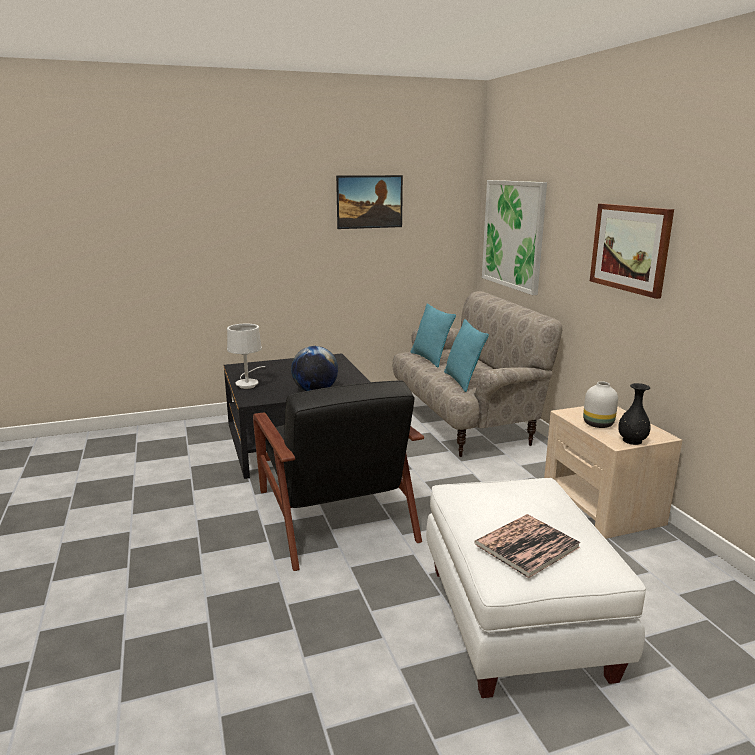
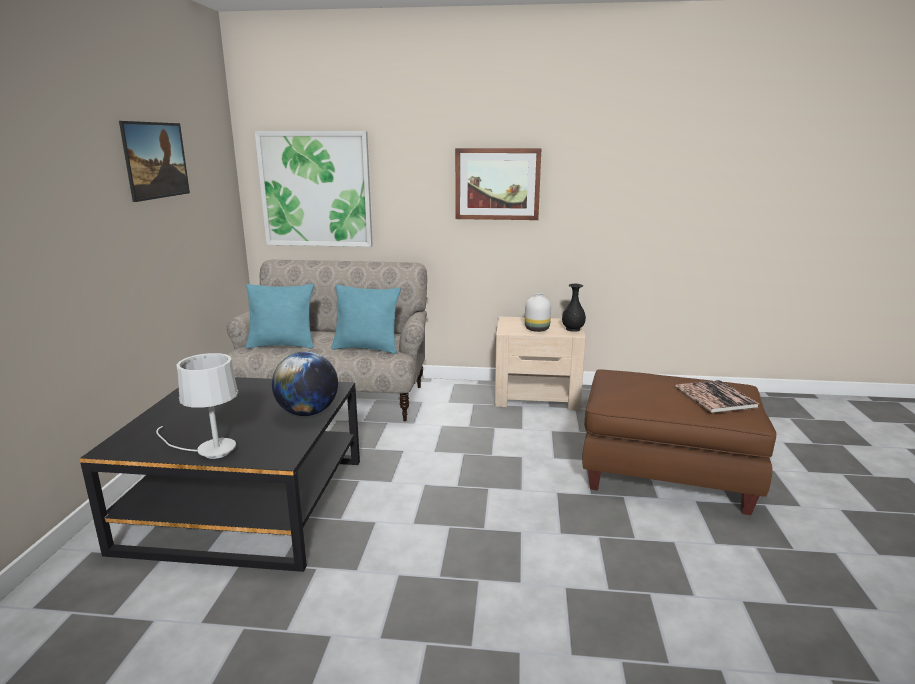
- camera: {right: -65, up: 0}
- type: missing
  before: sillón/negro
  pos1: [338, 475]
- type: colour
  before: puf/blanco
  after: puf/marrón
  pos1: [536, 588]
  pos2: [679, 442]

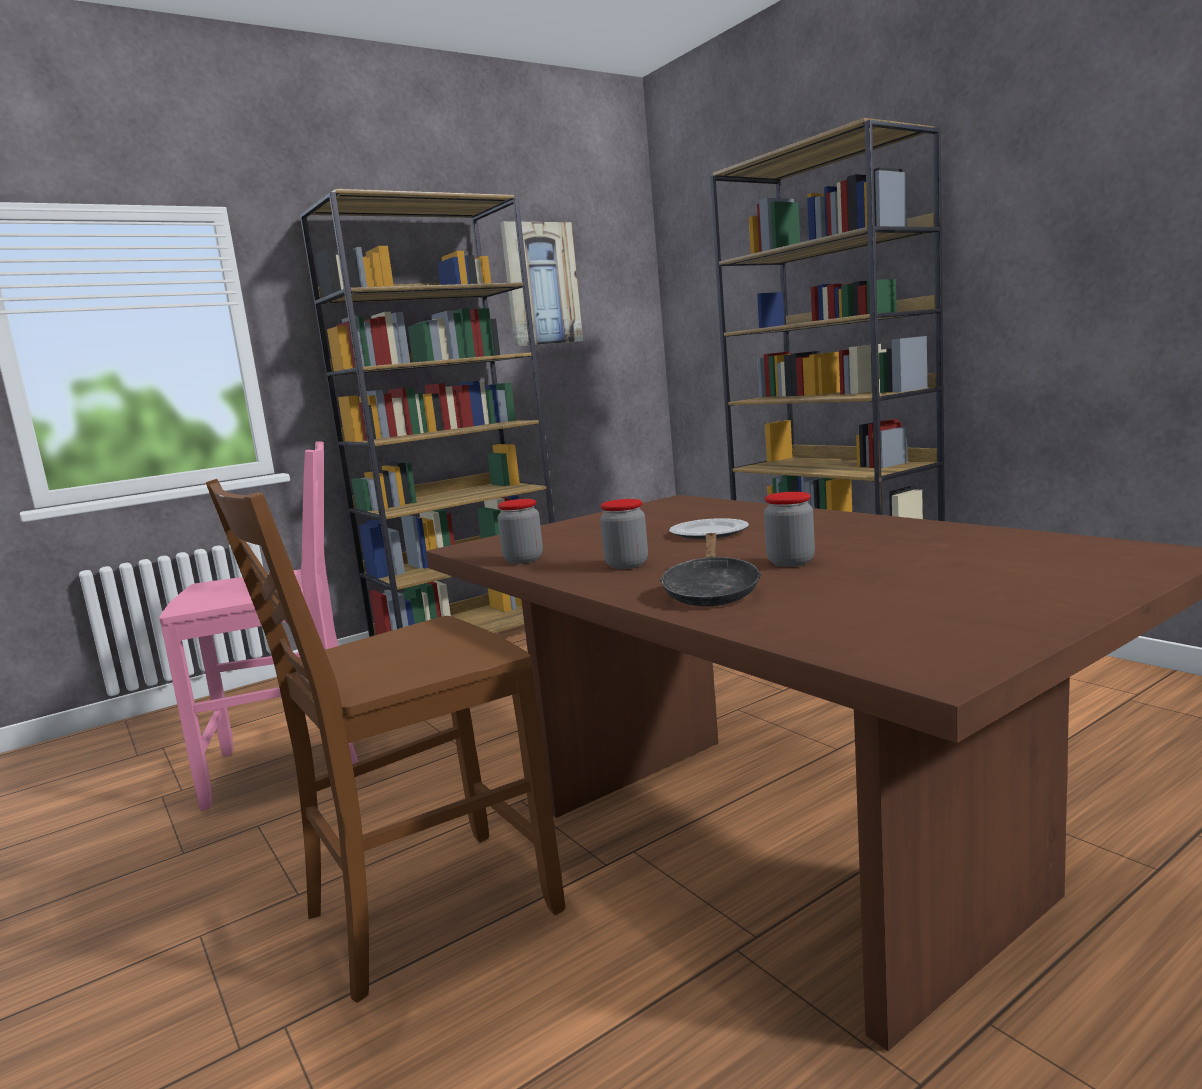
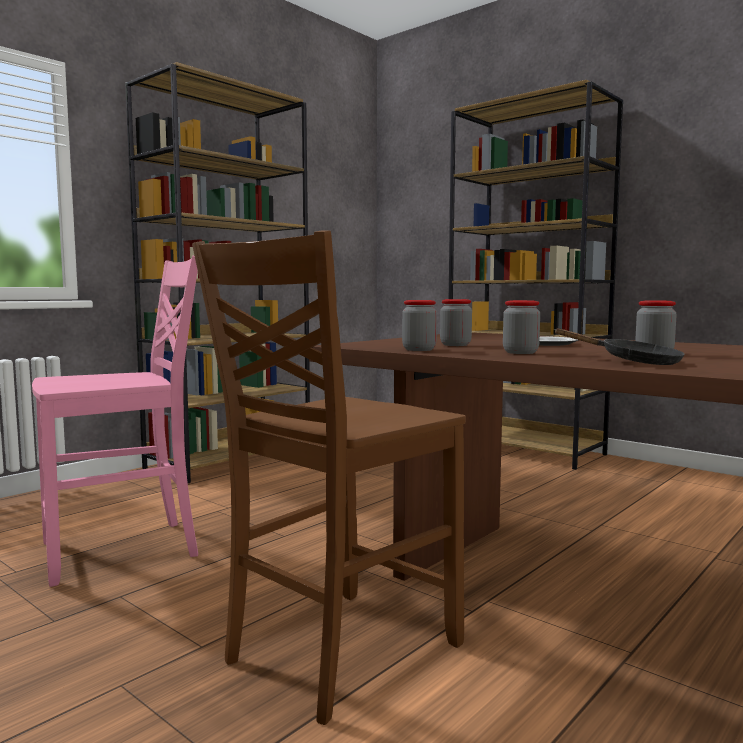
- camera: {right: -15, up: -5}
- type: missing
  before: cuadro
  pos1: [541, 284]
- type: spun
  before: sartén/negro
  pos1: [711, 569]
  pos2: [619, 346]
  turn: -45
- type: appeared
  after: tarro
  pos2: [456, 322]

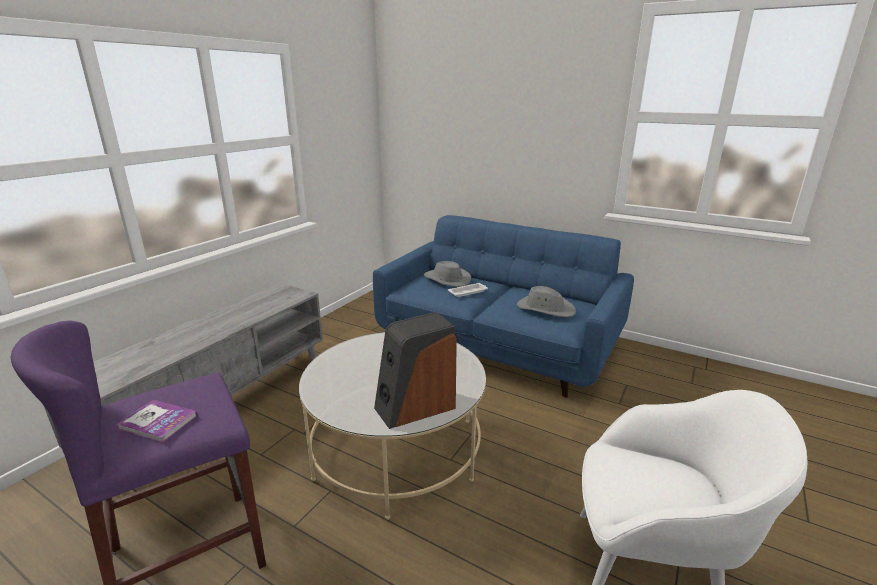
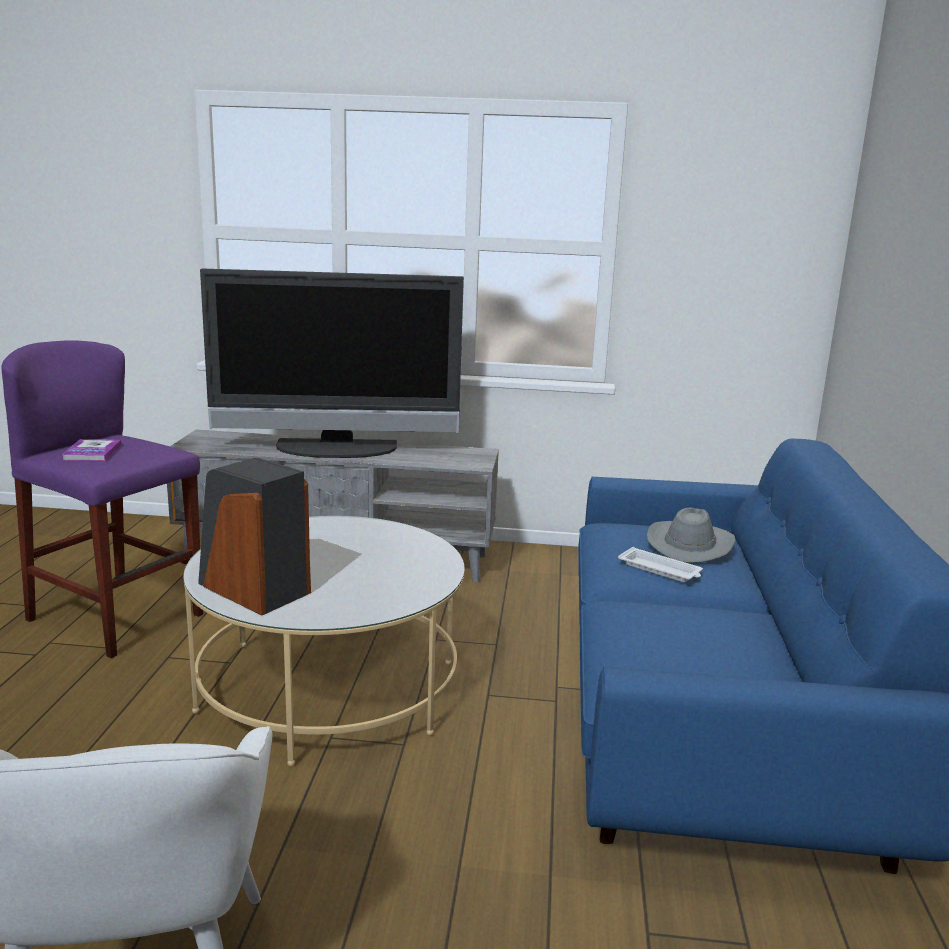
- camera: {right: 65, up: -5}
- type: missing
  before: sombrero/gris
  pos1: [546, 301]
- type: appeared
  after: televisor
  pos2: [332, 363]

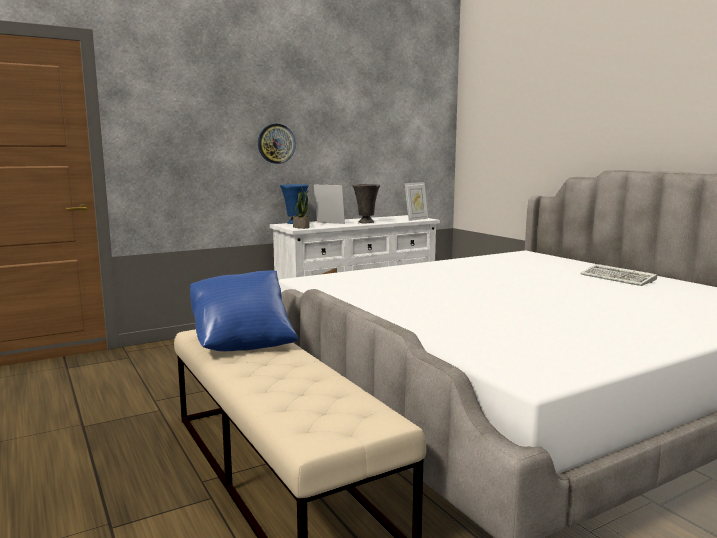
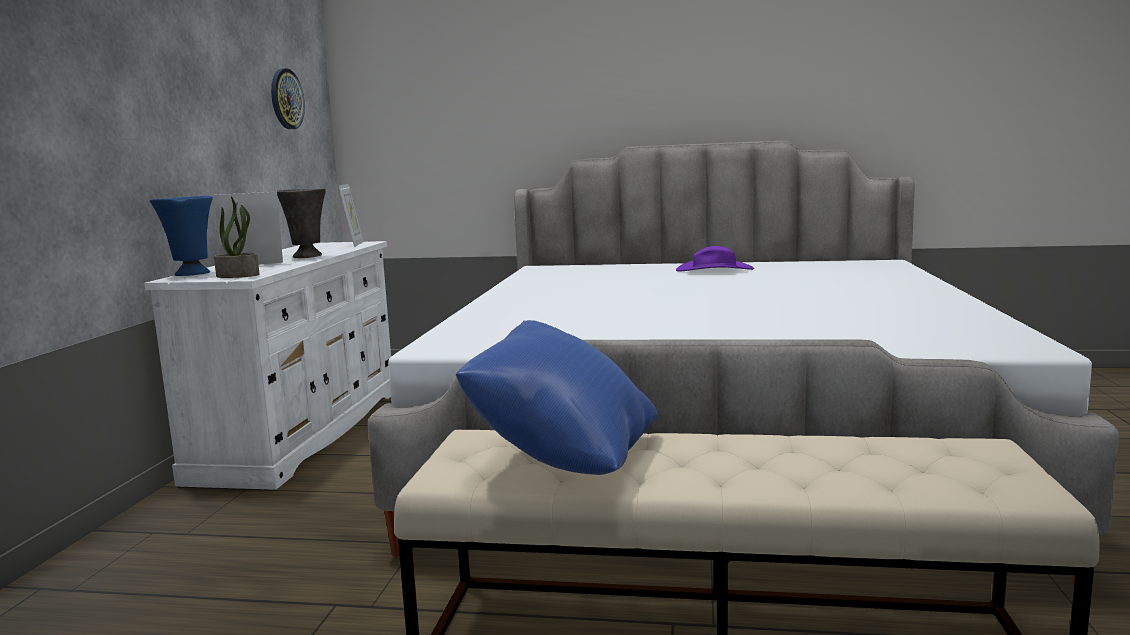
- camera: {right: -50, up: 0}
- type: relocated
  before: reloj de pared
  pos1: [277, 144]
  pos2: [288, 98]
- type: exchanged
  before: teclado
  after: sombrero/morado
  pos1: [618, 275]
  pos2: [715, 259]

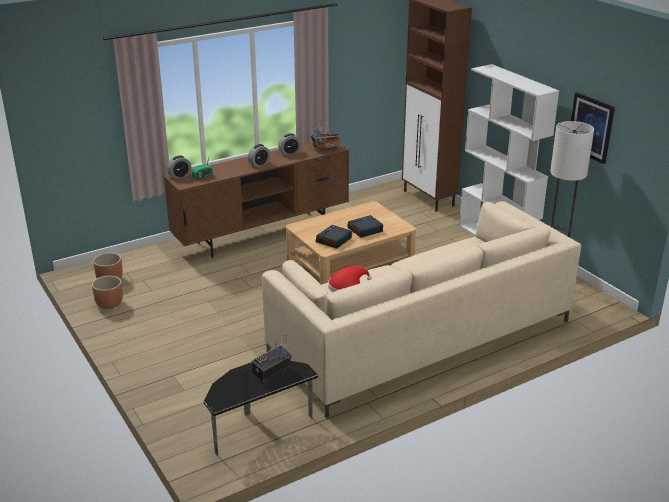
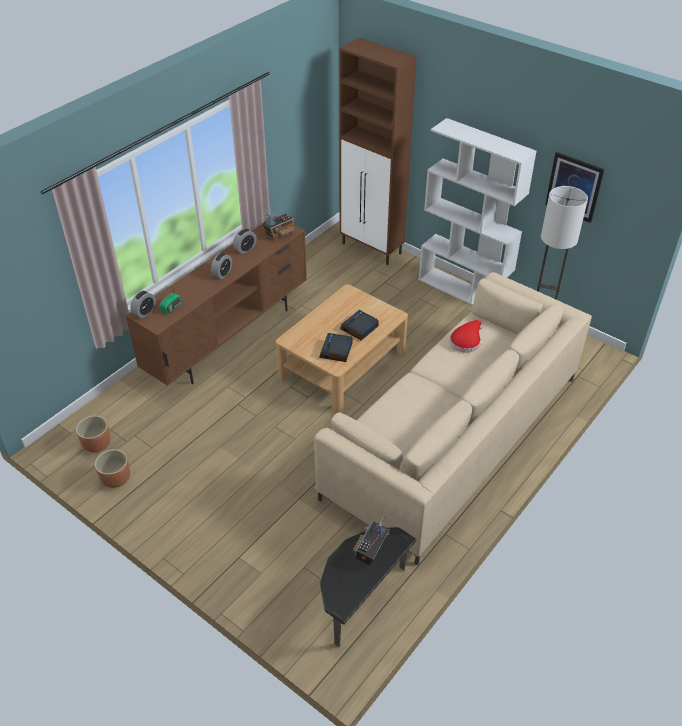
- camera: {right: -20, up: 15}
- type: relocated
  before: sombrero/rojo
  pos1: [350, 279]
  pos2: [466, 336]

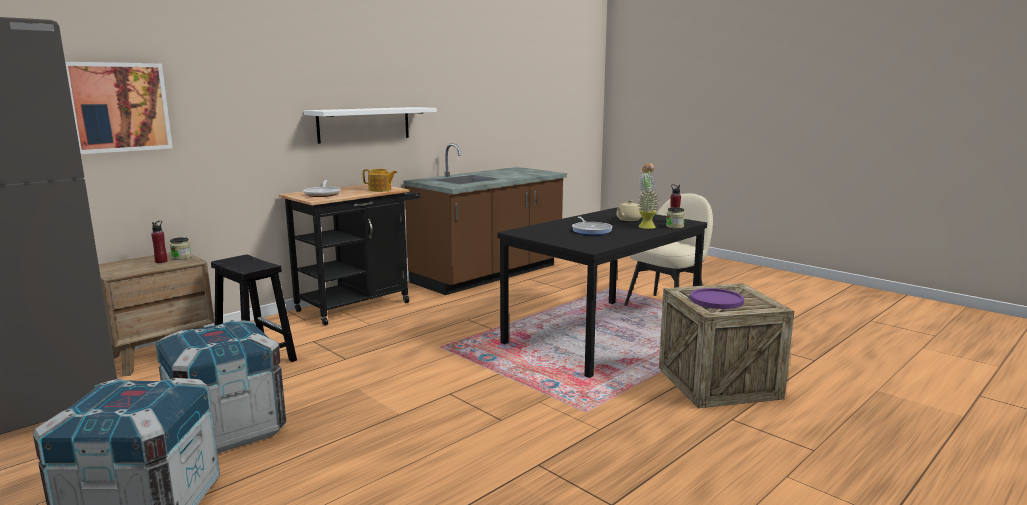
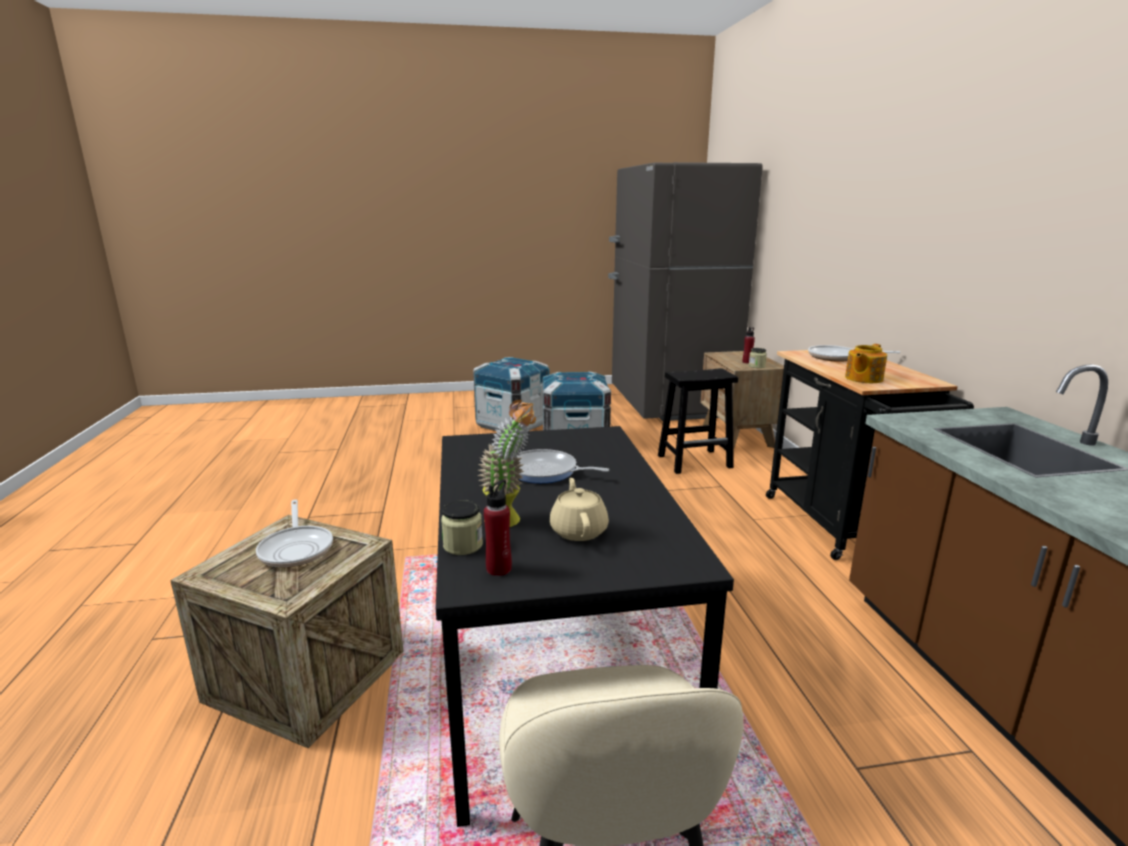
- camera: {right: 125, up: 5}
- type: missing
  before: cuadro
  pos1: [119, 108]
- type: missing
  before: estante/blanco
  pos1: [370, 125]
- type: exchanged
  before: plato/morado
  after: sartén
  pos1: [717, 298]
  pos2: [294, 534]

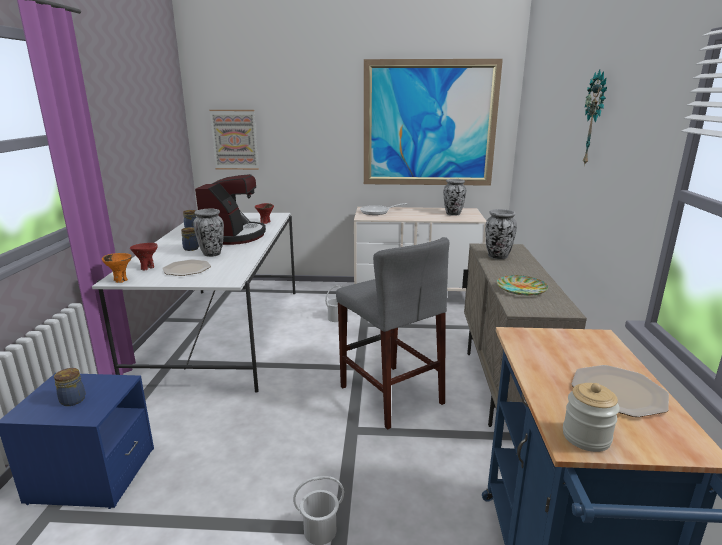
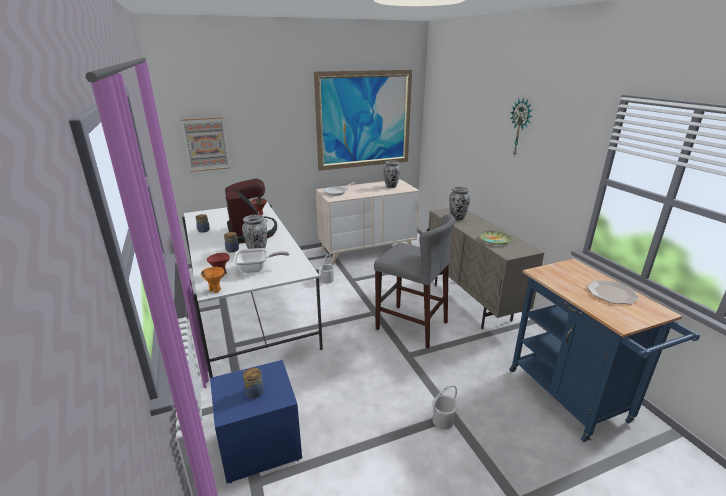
- camera: {right: -25, up: 5}
- type: exchanged
  before: plato
  after: sartén
  pos1: [186, 267]
  pos2: [261, 260]
- type: missing
  before: tarro
  pos1: [591, 417]

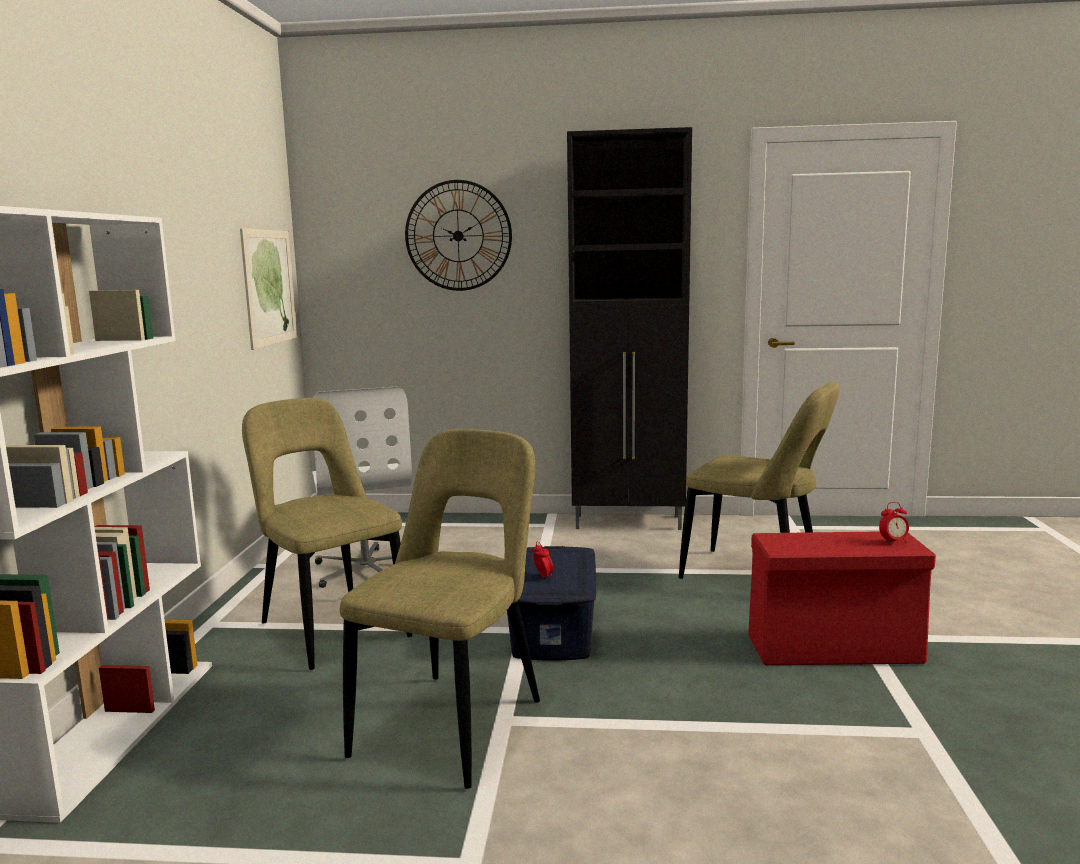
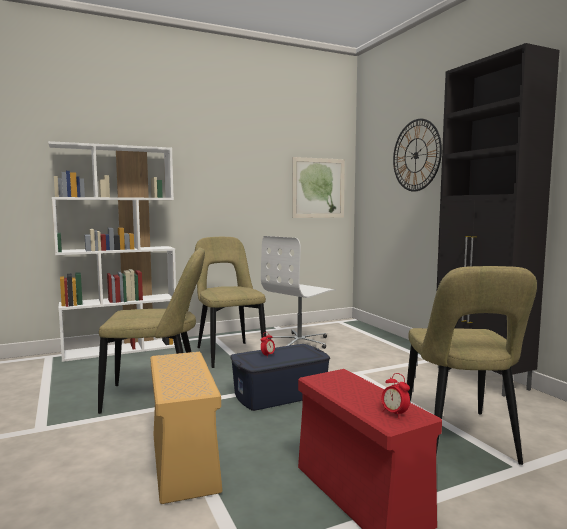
- camera: {right: 60, up: -5}
- type: spun
  before: silla/beis
  pos1: [327, 534]
  pos2: [230, 302]
  turn: -45
- type: appeared
  after: caja de almacenaje/beis
  pos2: [186, 428]

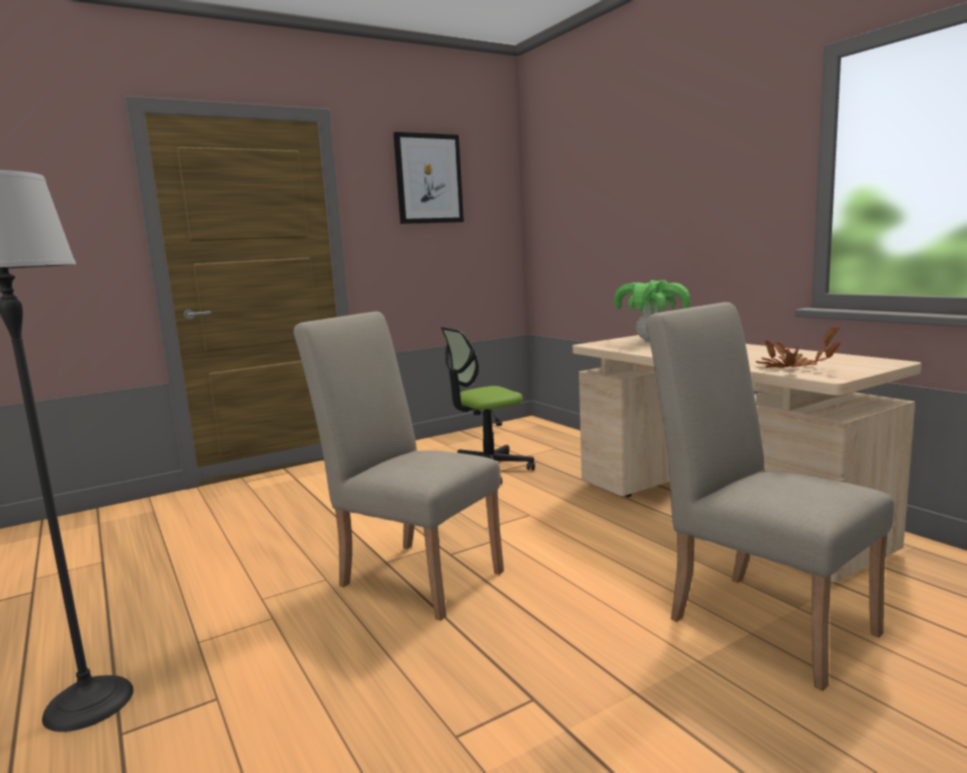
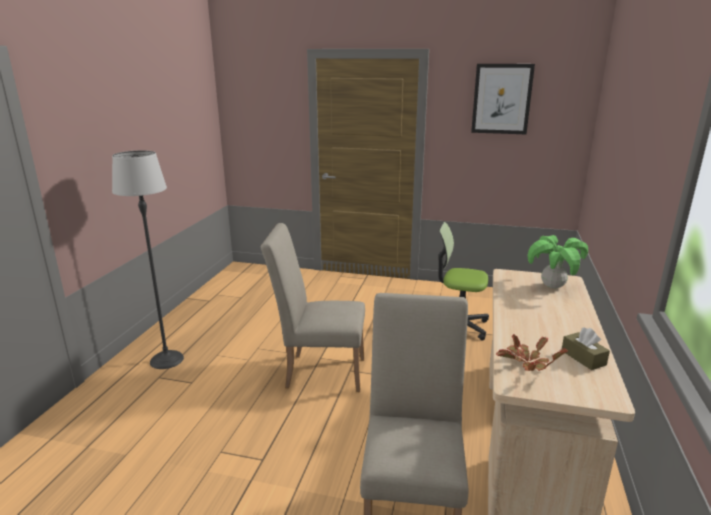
- camera: {right: 45, up: 10}
- type: spun
  before: silla/beis
  pos1: [399, 466]
  pos2: [313, 307]
  turn: -75
- type: appeared
  after: caja de pañuelos/marrón
  pos2: [586, 348]

